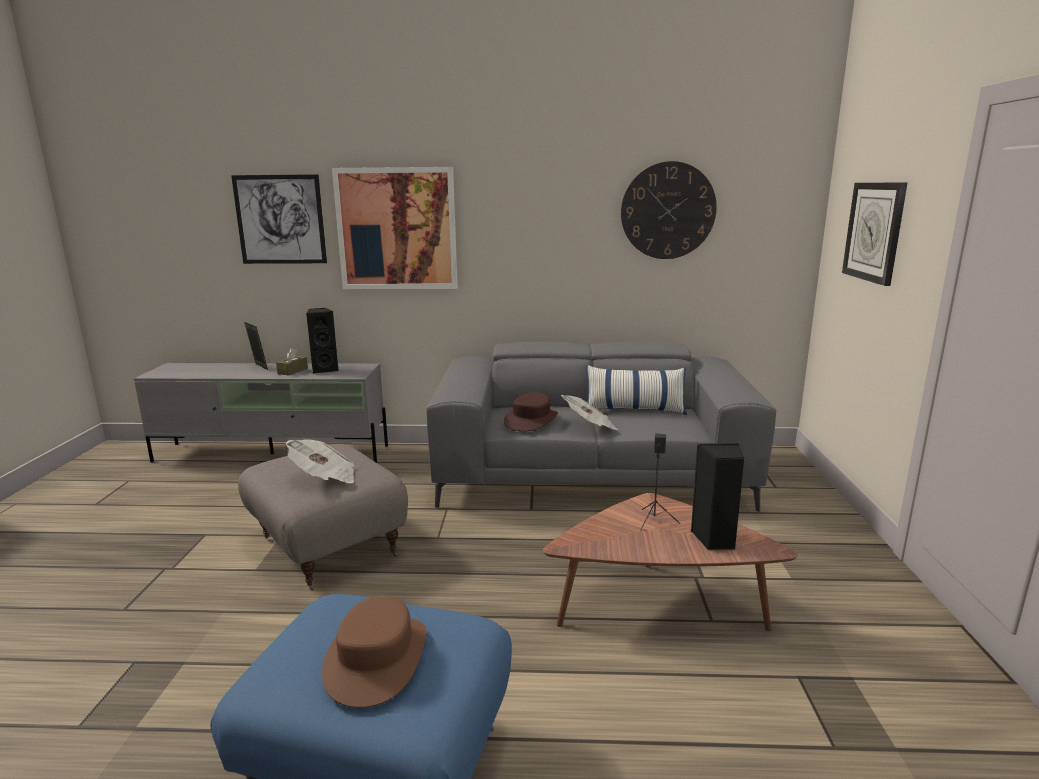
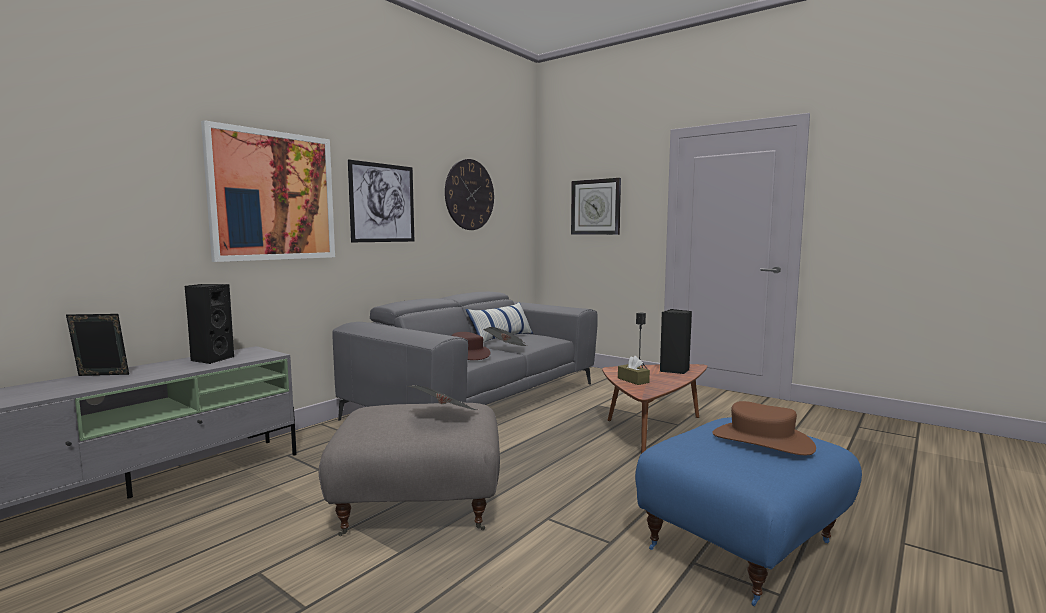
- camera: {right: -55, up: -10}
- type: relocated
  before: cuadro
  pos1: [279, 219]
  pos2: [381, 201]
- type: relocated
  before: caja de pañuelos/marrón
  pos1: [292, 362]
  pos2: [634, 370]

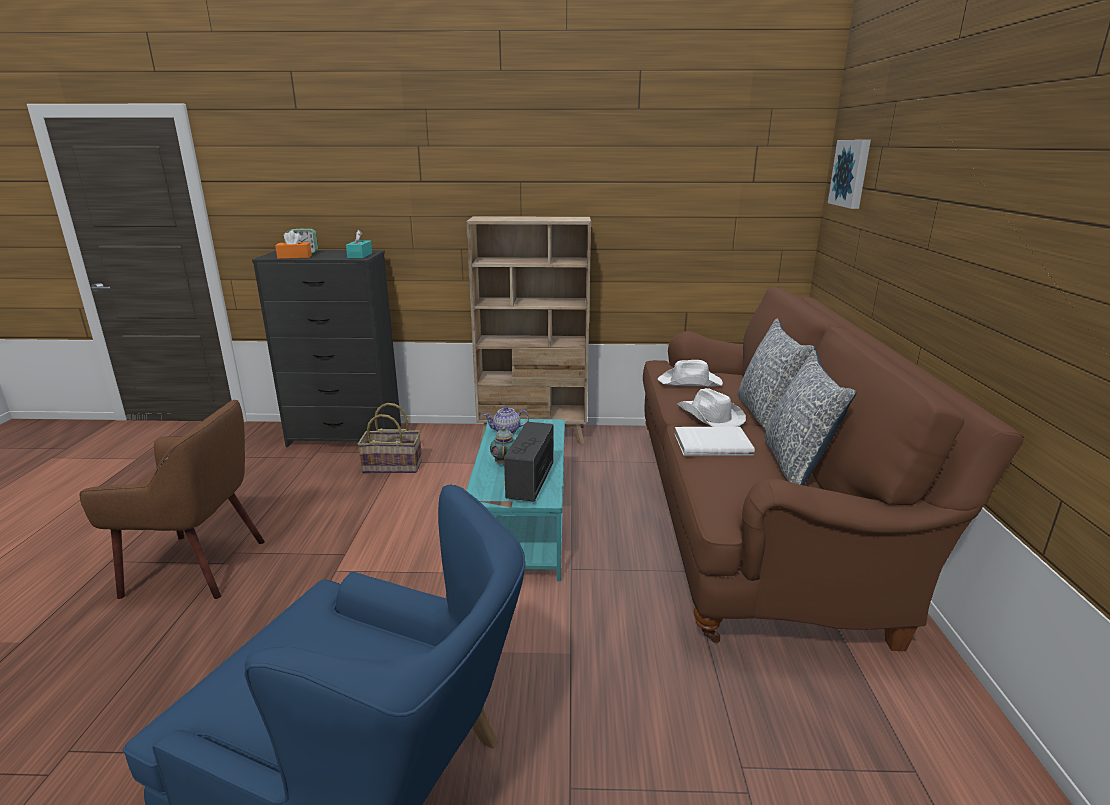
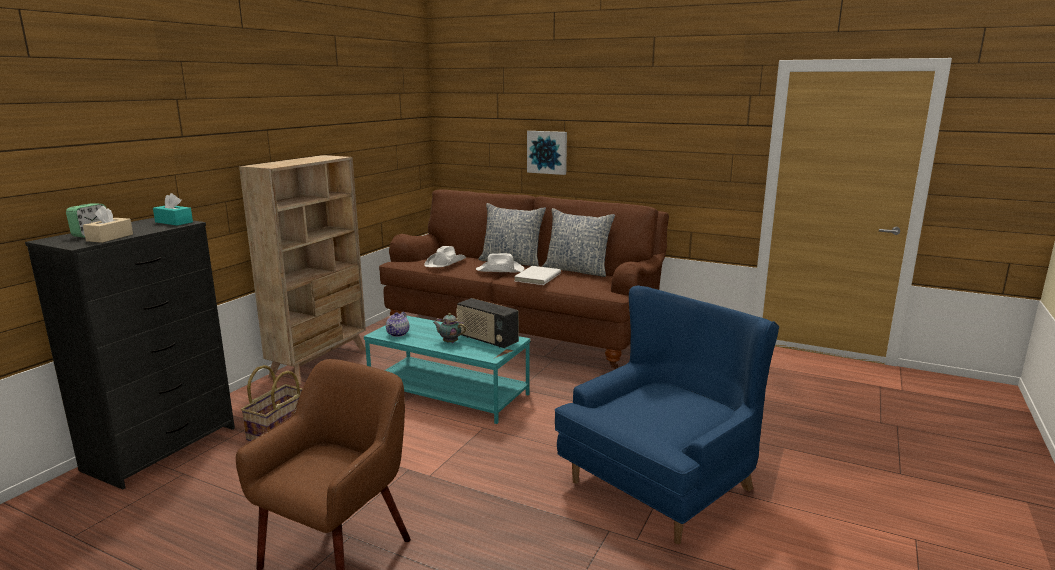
- camera: {right: -65, up: -5}
- type: colour
  before: caja de pañuelos/naranja
  after: caja de pañuelos/beis
  pos1: [293, 244]
  pos2: [108, 224]
- type: relocated
  before: cuadro
  pos1: [849, 174]
  pos2: [547, 153]

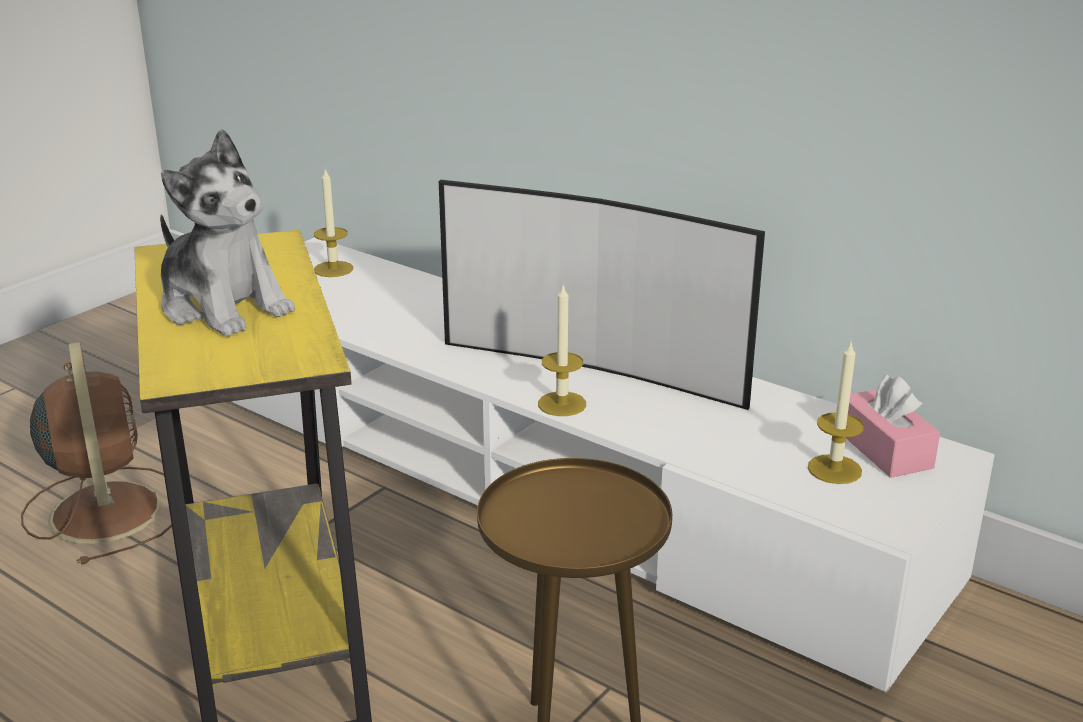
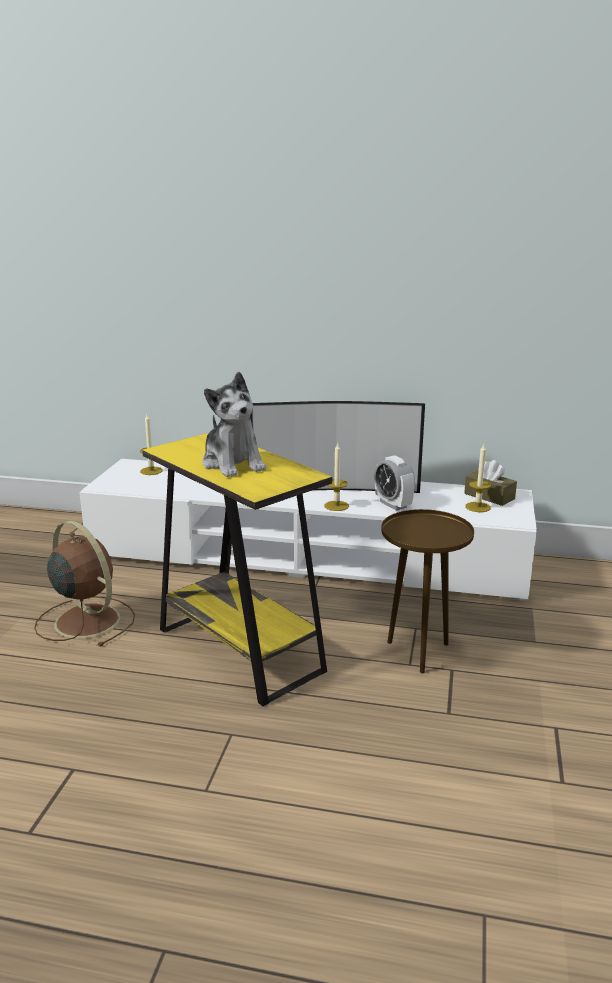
- camera: {right: -25, up: -5}
- type: spun
  before: peluche
  pos1: [227, 233]
  pos2: [234, 424]
  turn: 45
- type: colour
  before: caja de pañuelos/rosa
  after: caja de pañuelos/marrón
  pos1: [893, 426]
  pos2: [490, 483]
- type: appeared
  after: despertador
  pos2: [394, 483]

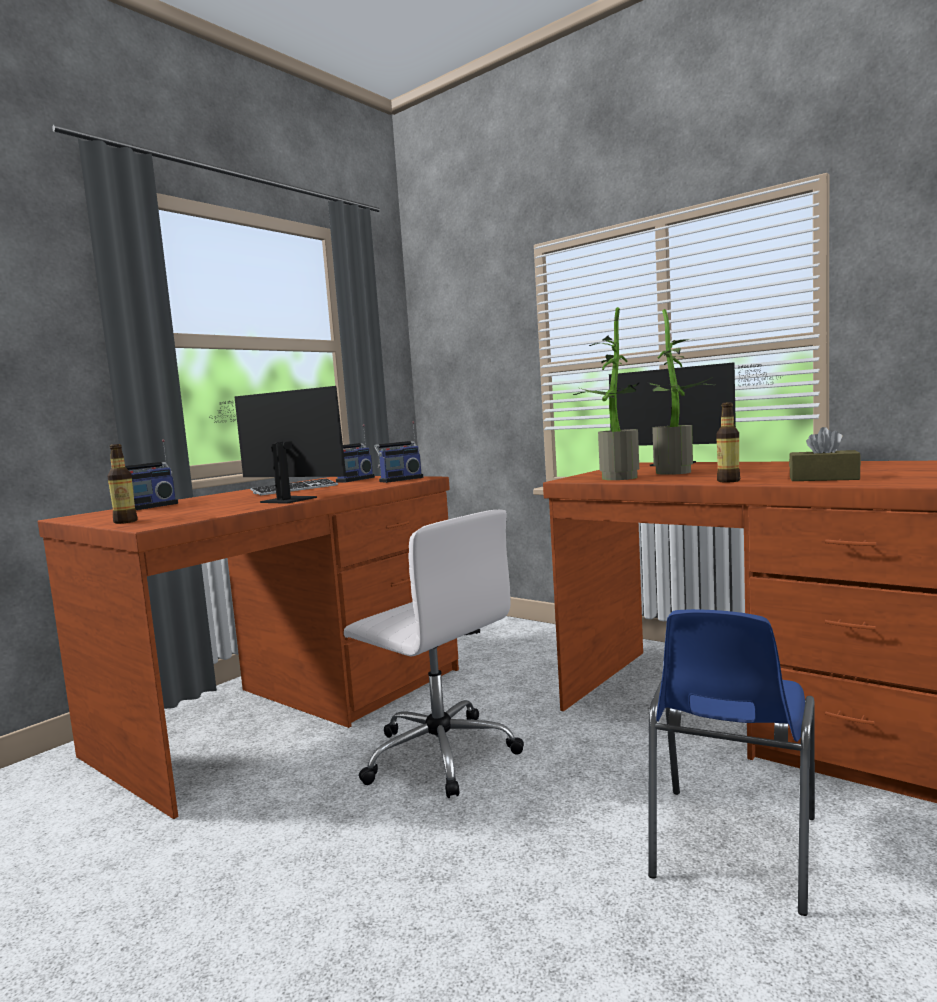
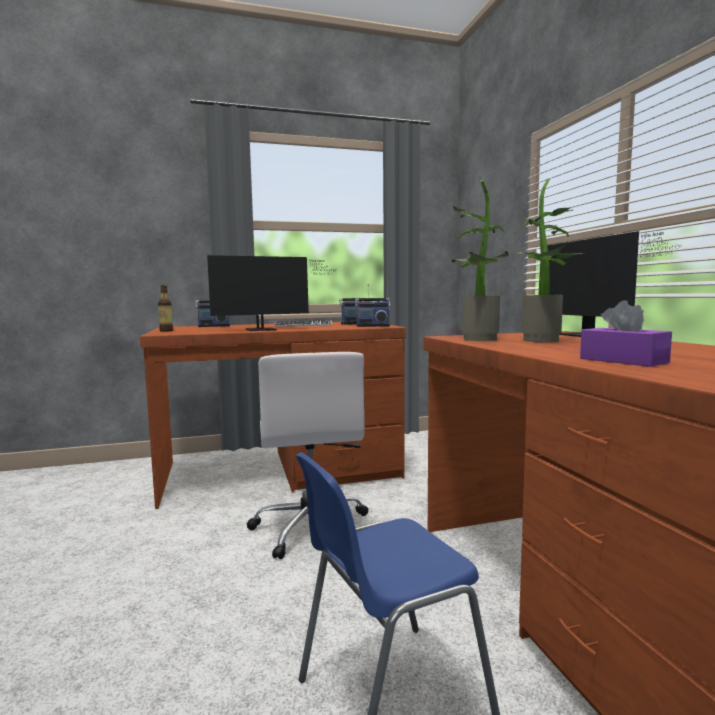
- camera: {right: 35, up: 0}
- type: spun
  before: monitor
  pos1: [278, 445]
  pos2: [272, 293]
  turn: 90
- type: missing
  before: botella
  pos1: [728, 442]
- type: colour
  before: caja de pañuelos/marrón
  after: caja de pañuelos/morado
  pos1: [825, 454]
  pos2: [626, 333]

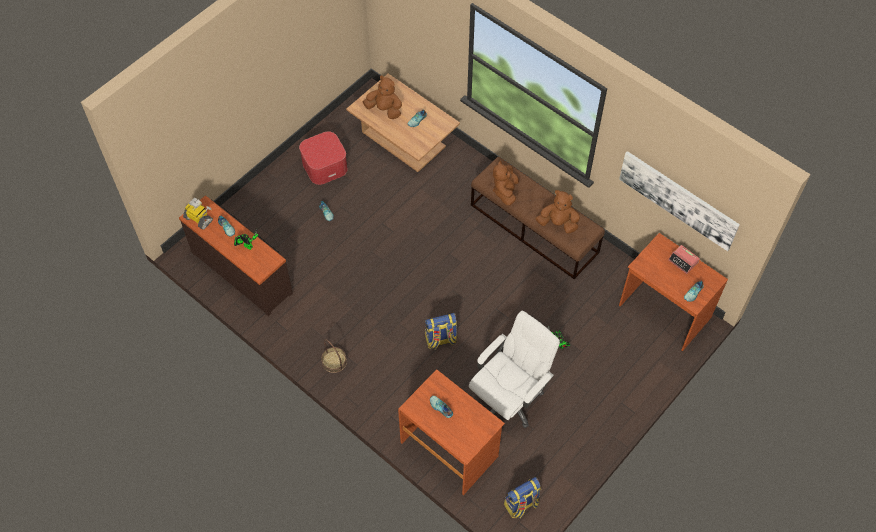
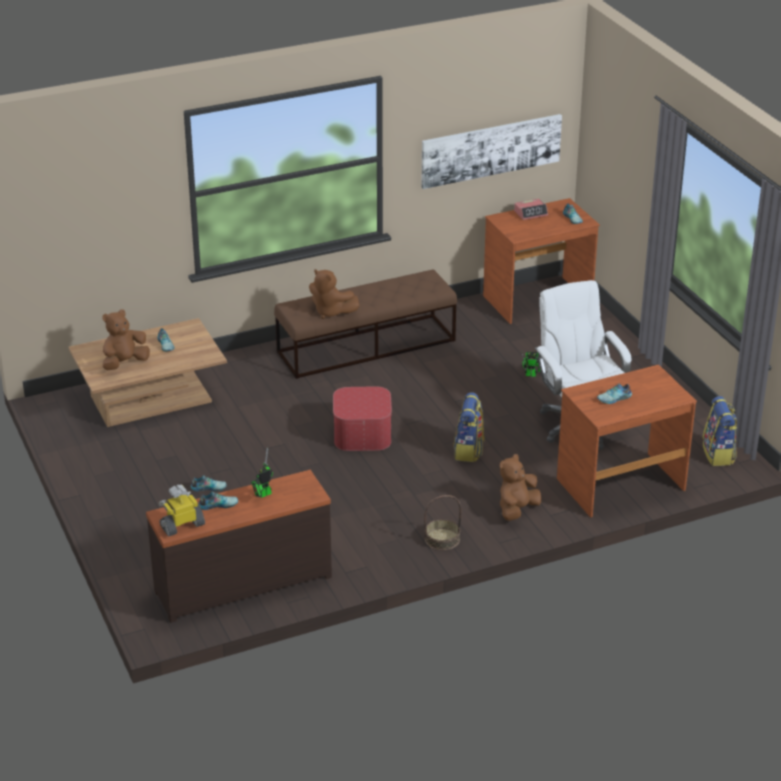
- camera: {right: -65, up: -25}
- type: relocated
  before: puf
  pos1: [323, 158]
  pos2: [362, 418]
- type: relocated
  before: peluche/marrón
  pos1: [558, 211]
  pos2: [521, 487]

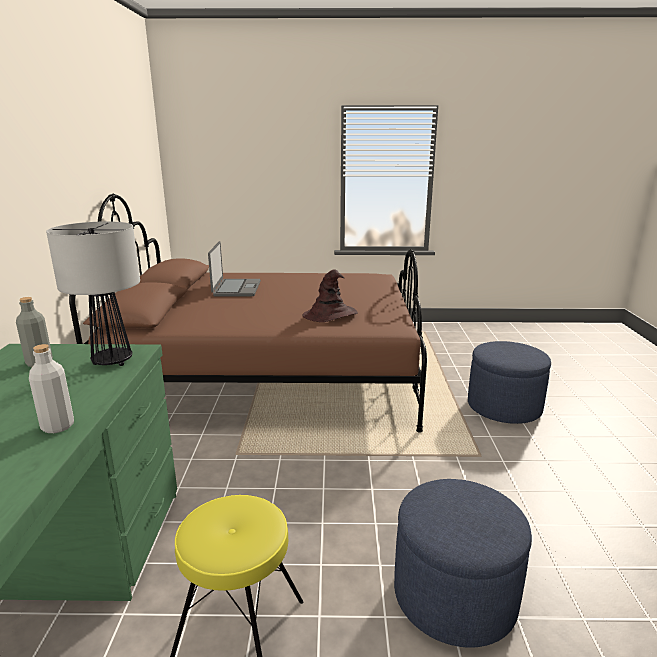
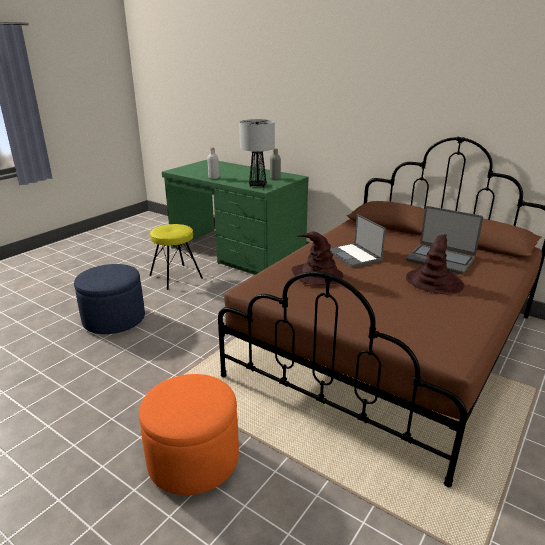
- camera: {right: 125, up: 5}
- type: colour
  before: puf/azul
  after: puf/naranja
  pos1: [509, 382]
  pos2: [189, 434]
- type: appeared
  after: portátil
  pos2: [358, 241]
- type: appeared
  after: sombrero/marrón
  pos2: [435, 264]

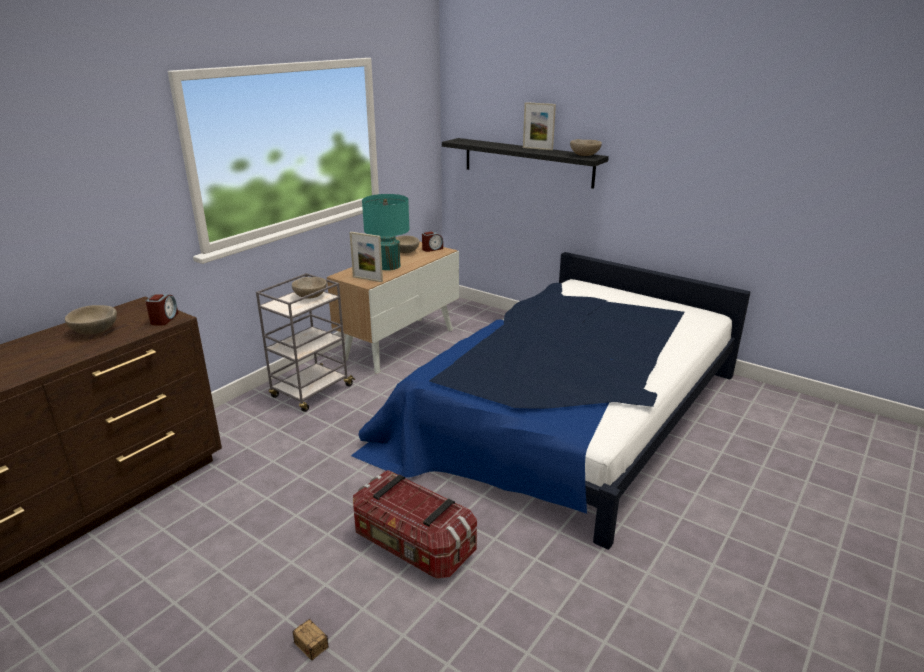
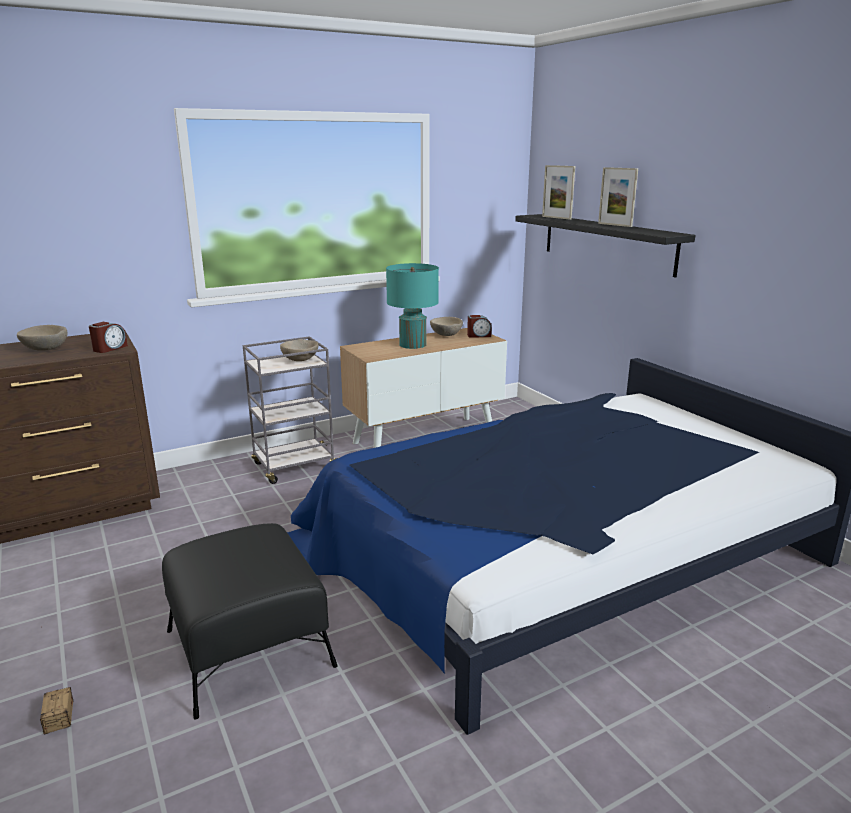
- camera: {right: 25, up: -5}
- type: relocated
  before: portarretratos
  pos1: [366, 257]
  pos2: [558, 192]
- type: exchanged
  before: caja de almacenaje
  after: puf/negro
  pos1: [415, 524]
  pos2: [249, 621]
- type: missing
  before: cuenco/beis
  pos1: [586, 147]

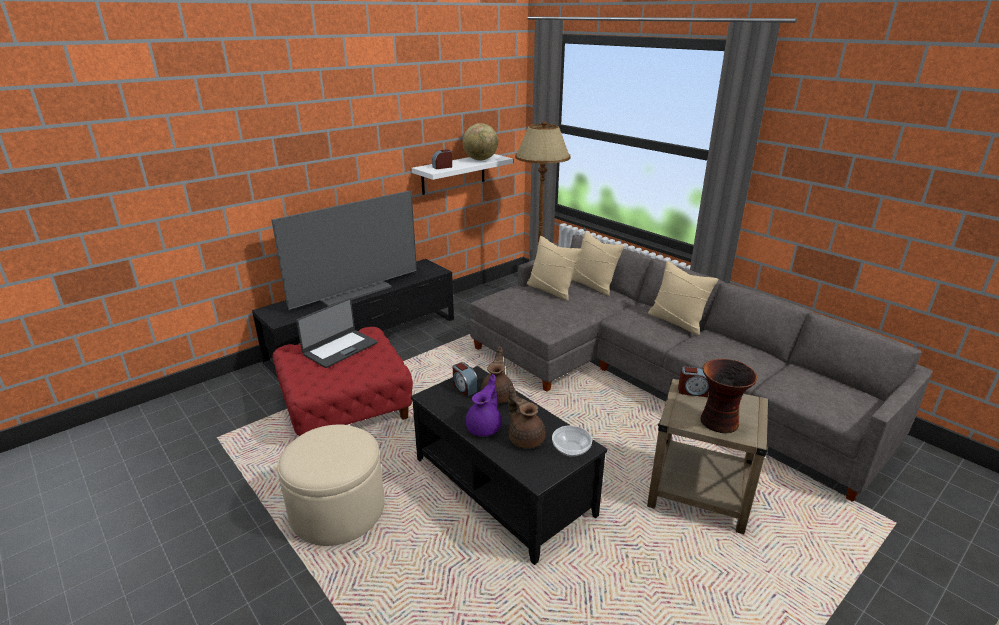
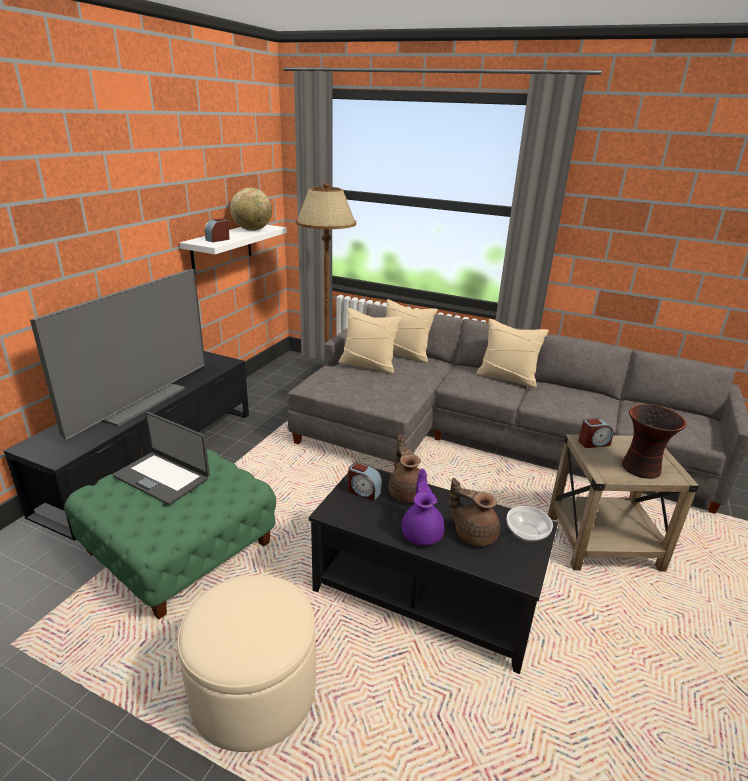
- camera: {right: -25, up: 0}
- type: colour
  before: puf/rojo
  after: puf/verde
  pos1: [343, 381]
  pos2: [170, 534]
- type: spun
  before: portátil
  pos1: [337, 333]
  pos2: [161, 458]
  turn: 105

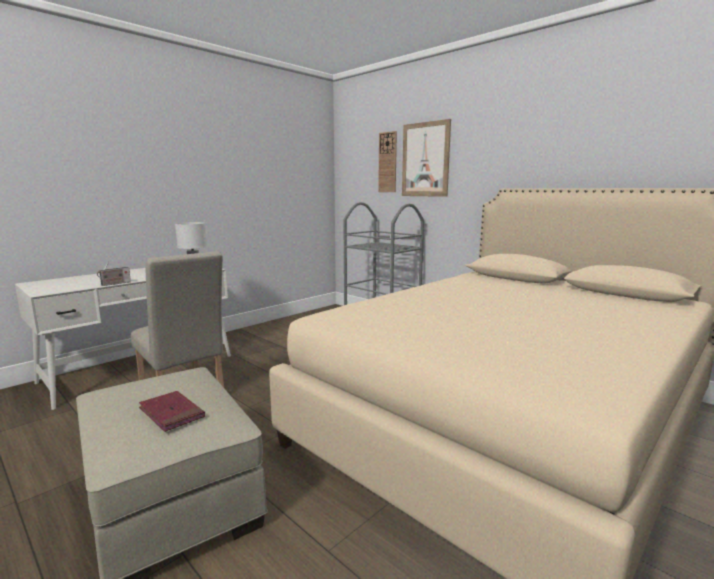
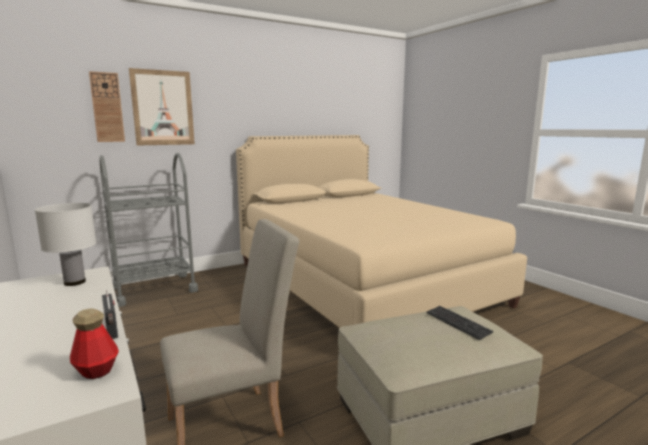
- camera: {right: -75, up: 0}
- type: exchanged
  before: libro/rojo
  after: teclado
  pos1: [172, 411]
  pos2: [460, 323]
- type: appeared
  after: botella
  pos2: [94, 343]

